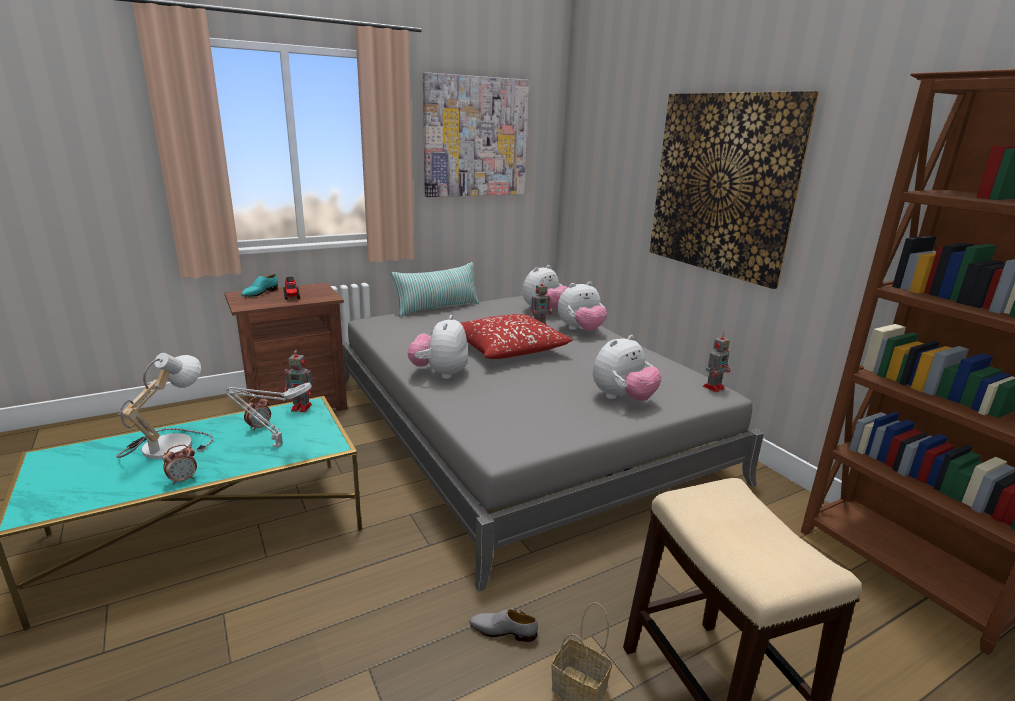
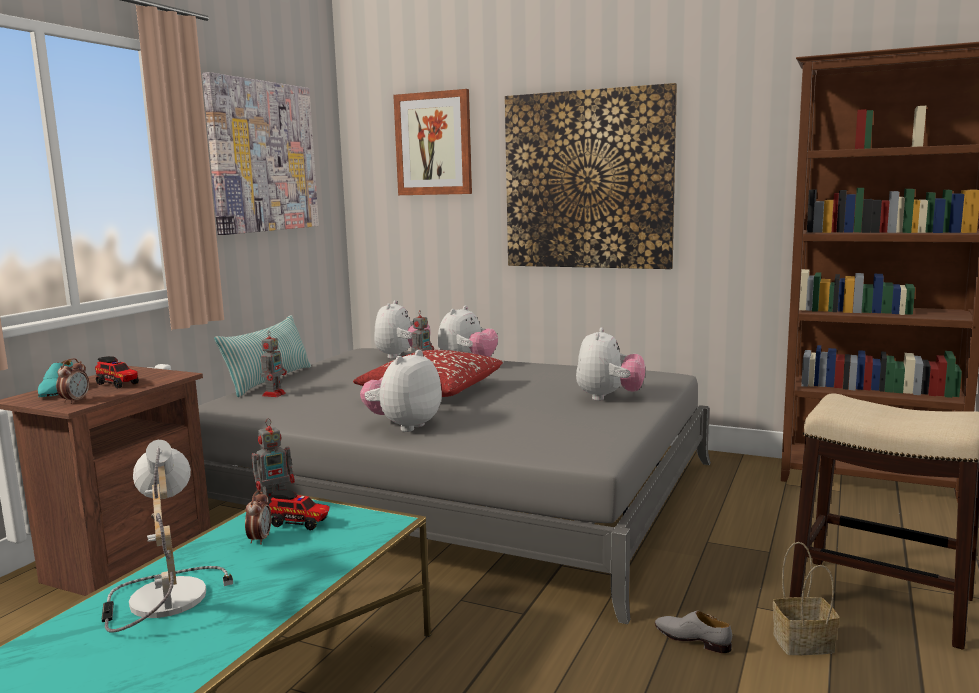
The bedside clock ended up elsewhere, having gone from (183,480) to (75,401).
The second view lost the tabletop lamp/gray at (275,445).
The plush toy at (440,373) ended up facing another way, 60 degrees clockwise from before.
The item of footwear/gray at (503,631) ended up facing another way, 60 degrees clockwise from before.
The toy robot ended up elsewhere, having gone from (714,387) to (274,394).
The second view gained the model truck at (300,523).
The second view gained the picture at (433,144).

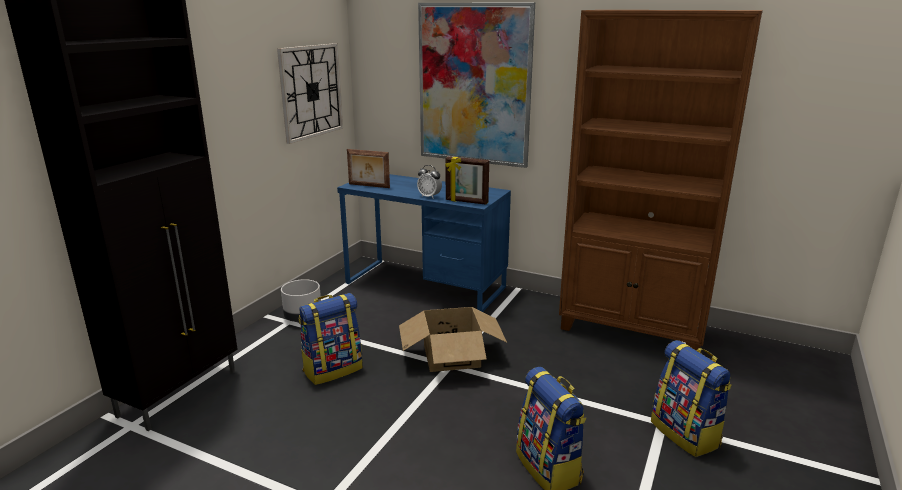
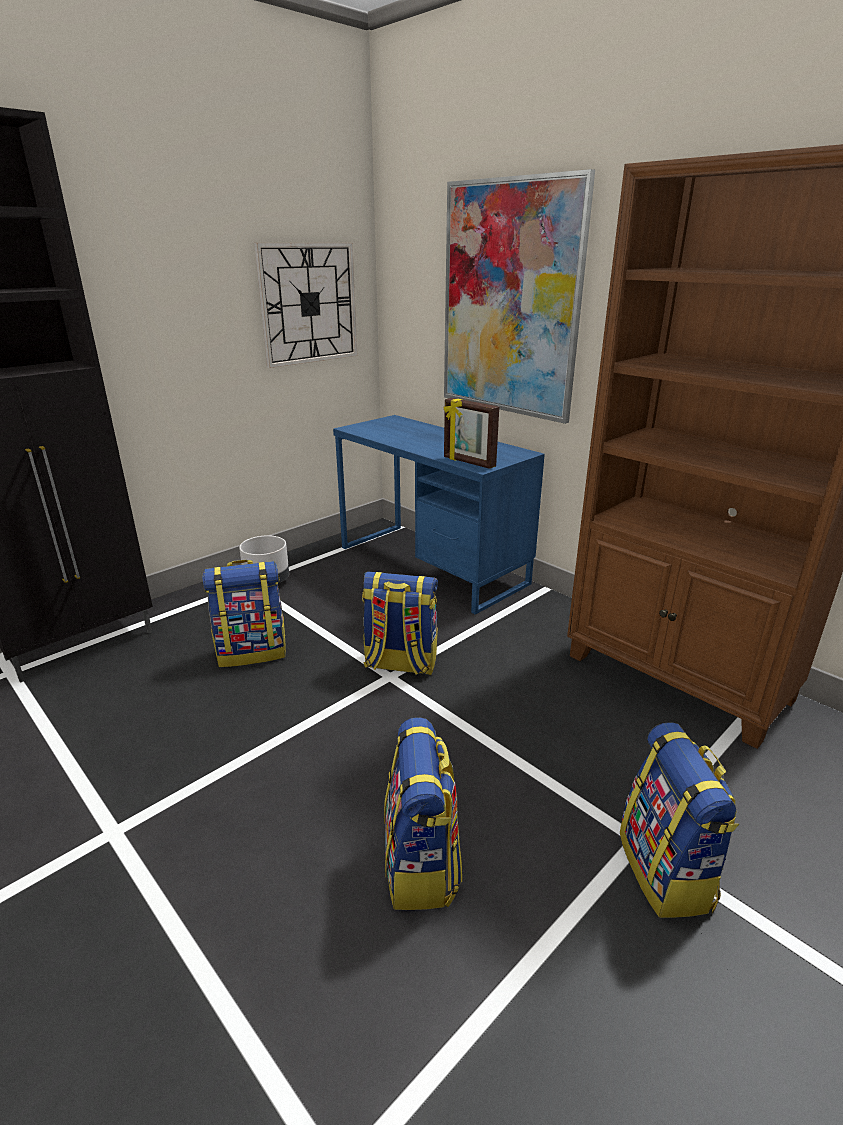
The second view lost the picture frame at (368,186).
Where the packing box stood at (451,356), the rucksack came to stand at (400,664).
The second view lost the bedside clock at (429,197).

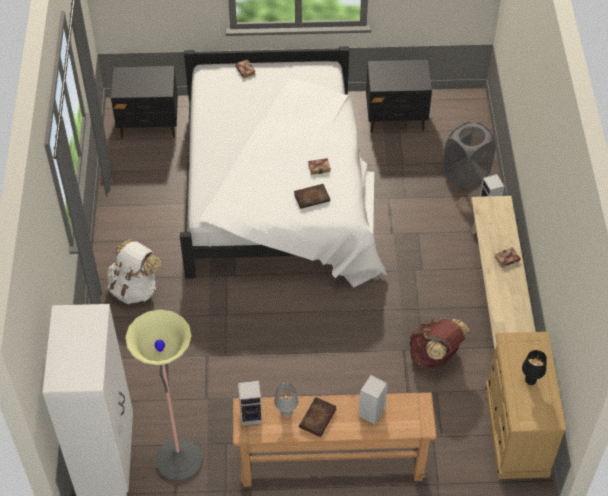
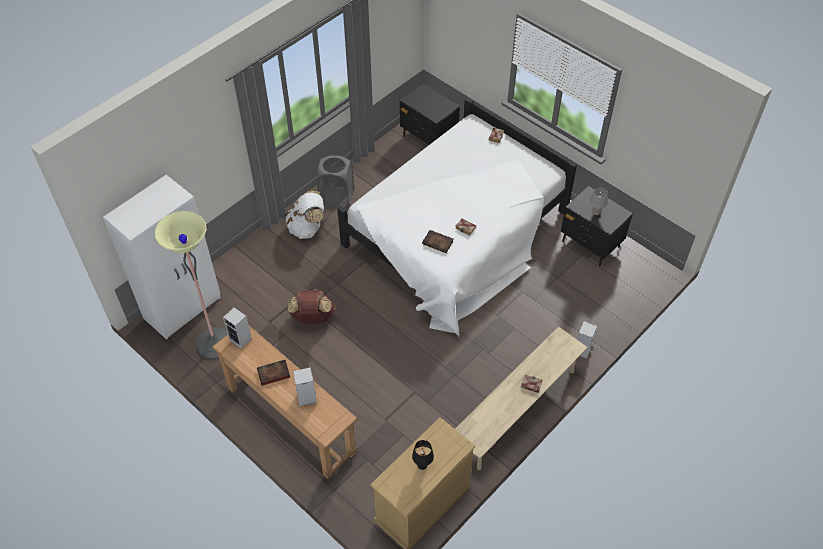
The tabletop lamp/gray ended up elsewhere, having gone from (286,413) to (595,212).
The rucksack/brown-coloured ended up elsewhere, having gone from (435,355) to (312,318).
The washing basket/gray ended up elsewhere, having gone from (465,174) to (336,197).

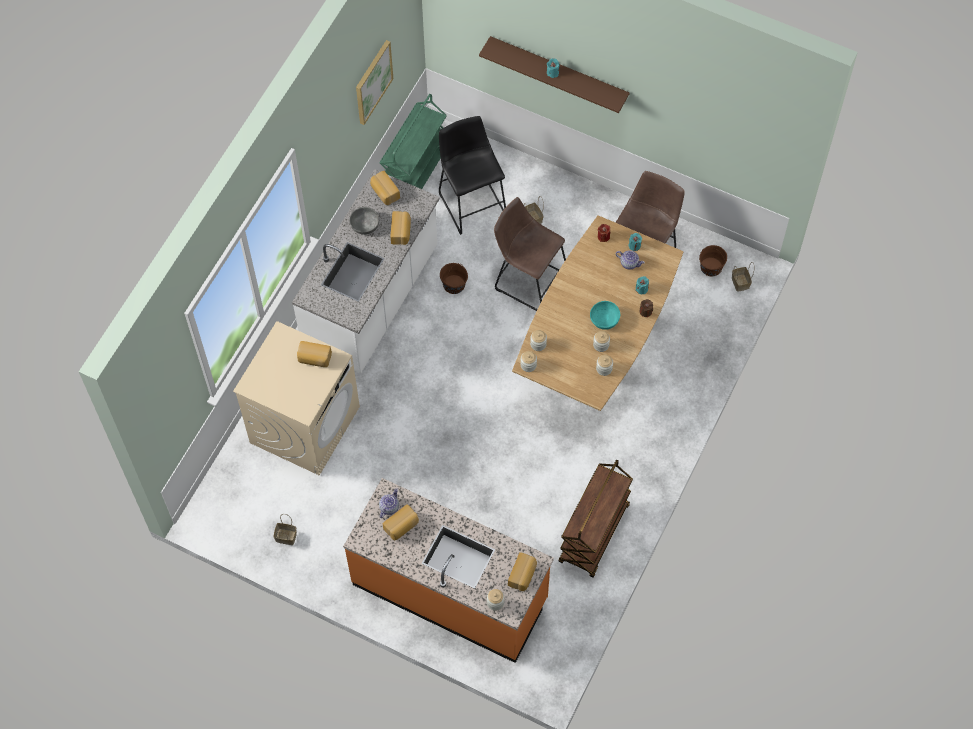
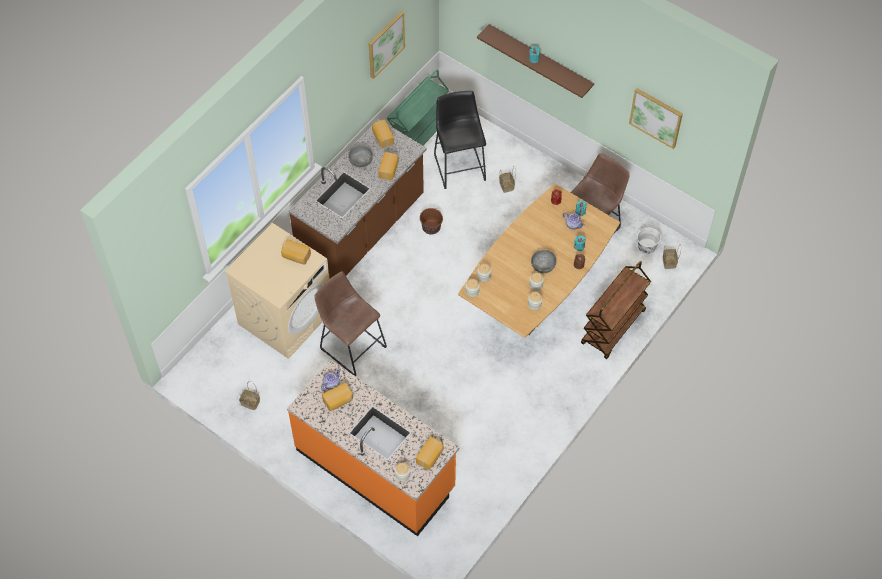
What was the kitchen counter/white at (373,301) turned into the kitchen counter/brown-coloured at (362,230).
The stool/brown-coloured ended up elsewhere, having gone from (528,279) to (351,345).
The trolley/brown-coloured ended up elsewhere, having gone from (594,534) to (613,328).
What was the serving bowl/blue-green at (604,319) turned into the serving bowl/gray at (543,265).
What was the water bucket/brown-coloured at (711,267) turned into the water bucket/white at (646,246).
The second view gained the picture at (656,117).

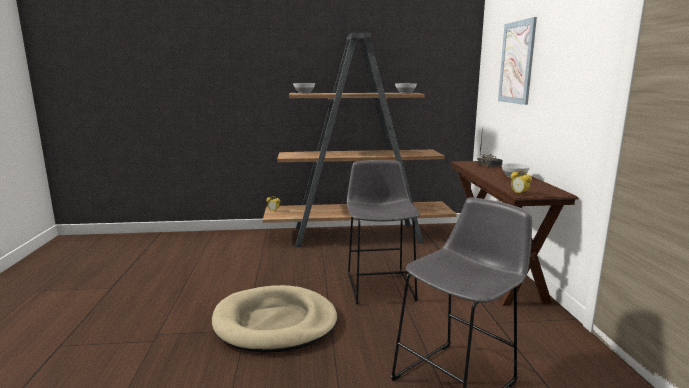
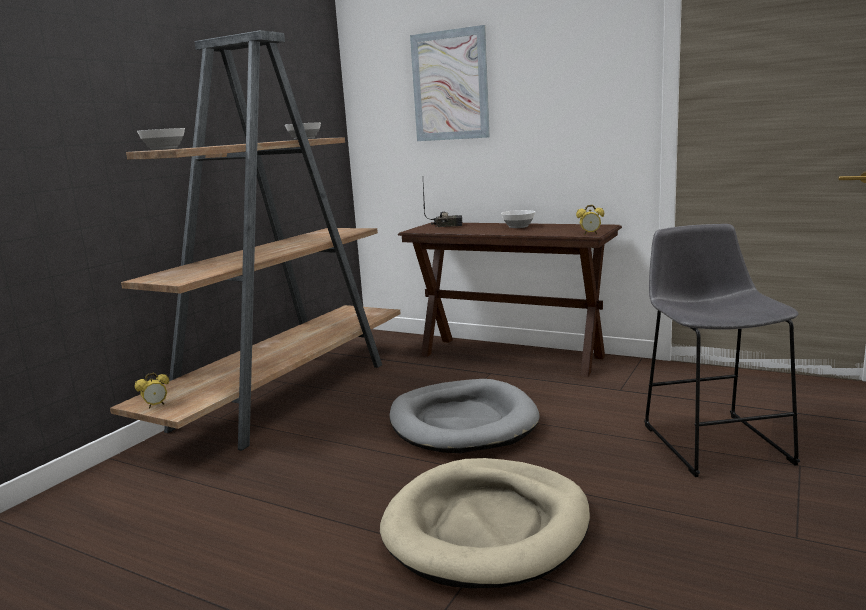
Where the stool/gray stood at (380,285), the dog bed/gray came to stand at (462,422).

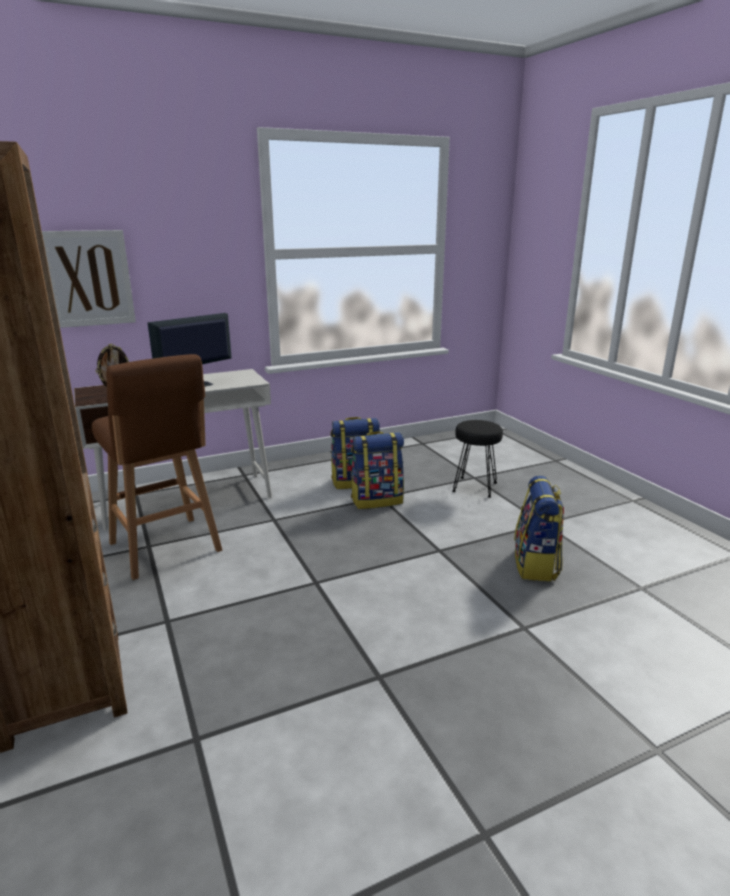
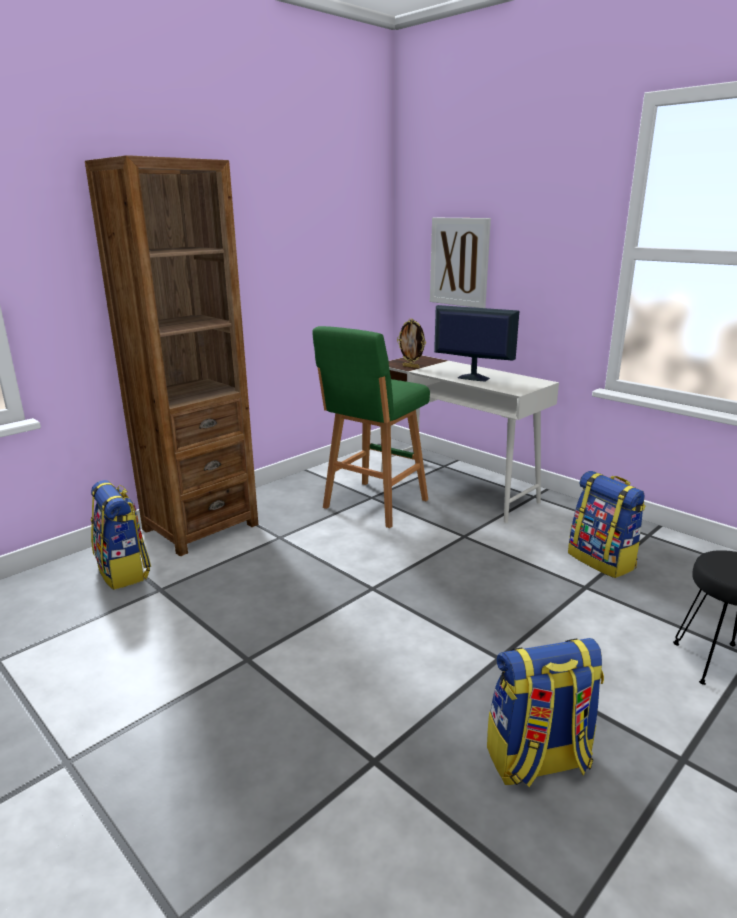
What was the stool/brown-coloured at (166,549) turned into the stool/green-coloured at (373,505).
The rucksack ended up elsewhere, having gone from (377,500) to (124,571).

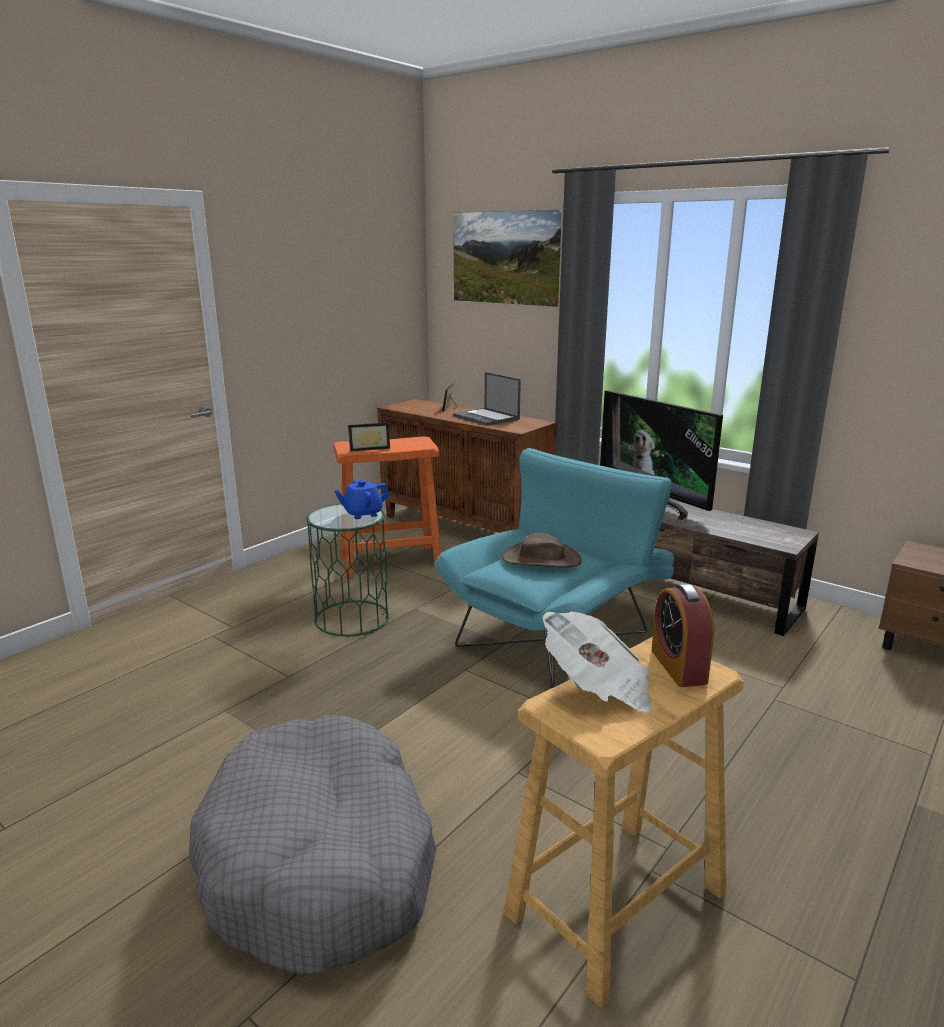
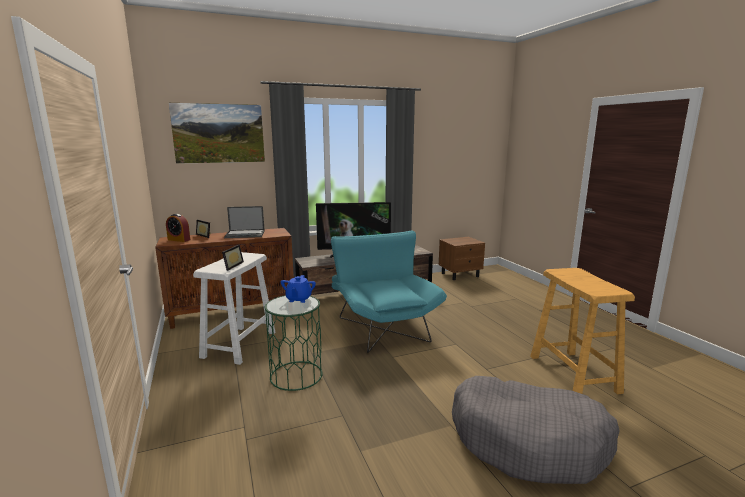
What was the stool/orangey at (391,561) turned into the stool/white at (240,344).
The second view lost the clothing hat/brown-coloured at (541,559).
The second view lost the newspaper at (598,687).
The bedside clock ended up elsewhere, having gone from (678,666) to (179,240).

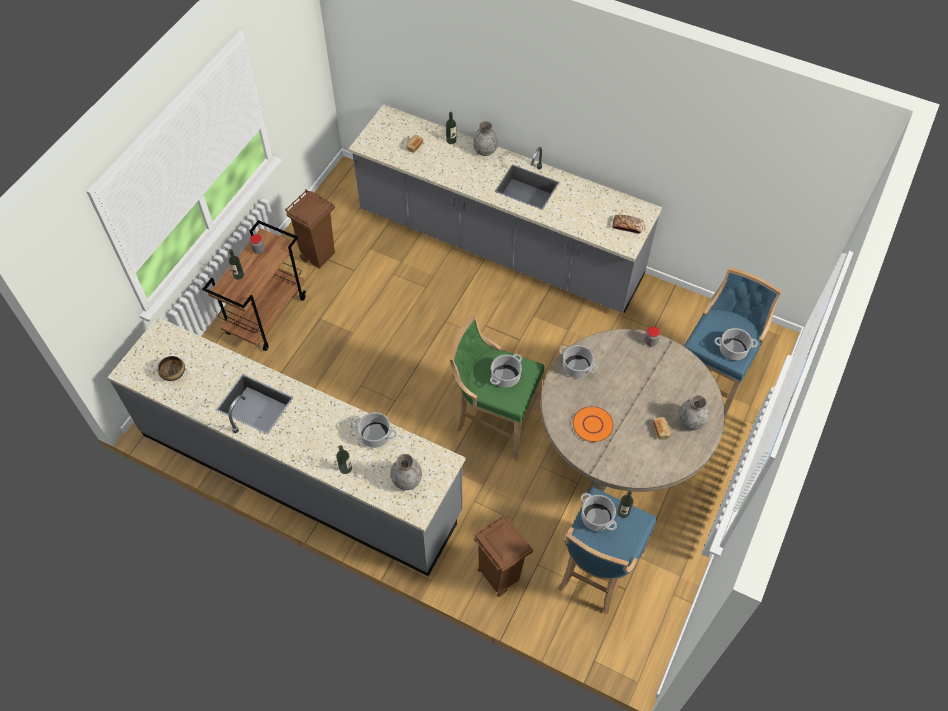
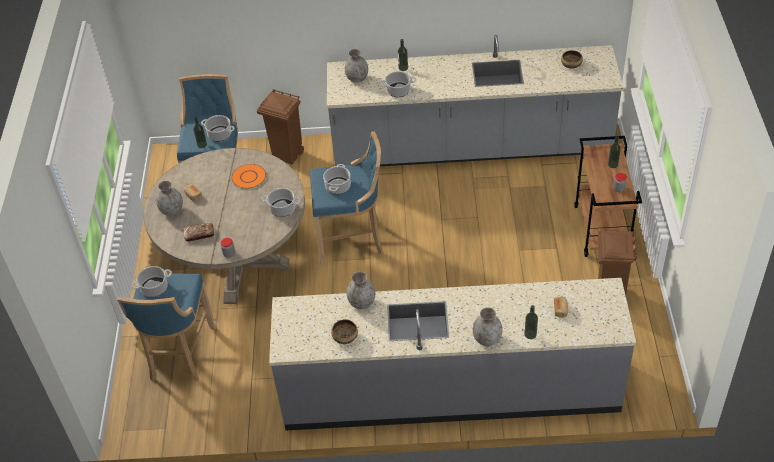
What was the stool/green-coloured at (494,421) turned into the stool/blue at (352,240).
The baked bread ended up elsewhere, having gone from (627,226) to (199,234).
The second view gained the serving bowl at (345,336).
The second view gained the flower vase/gray at (362,303).

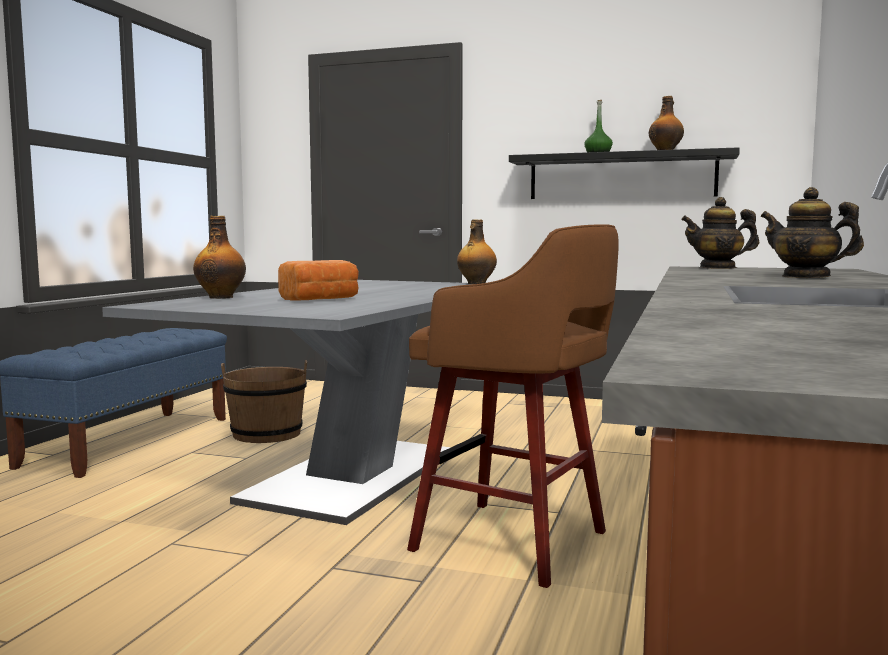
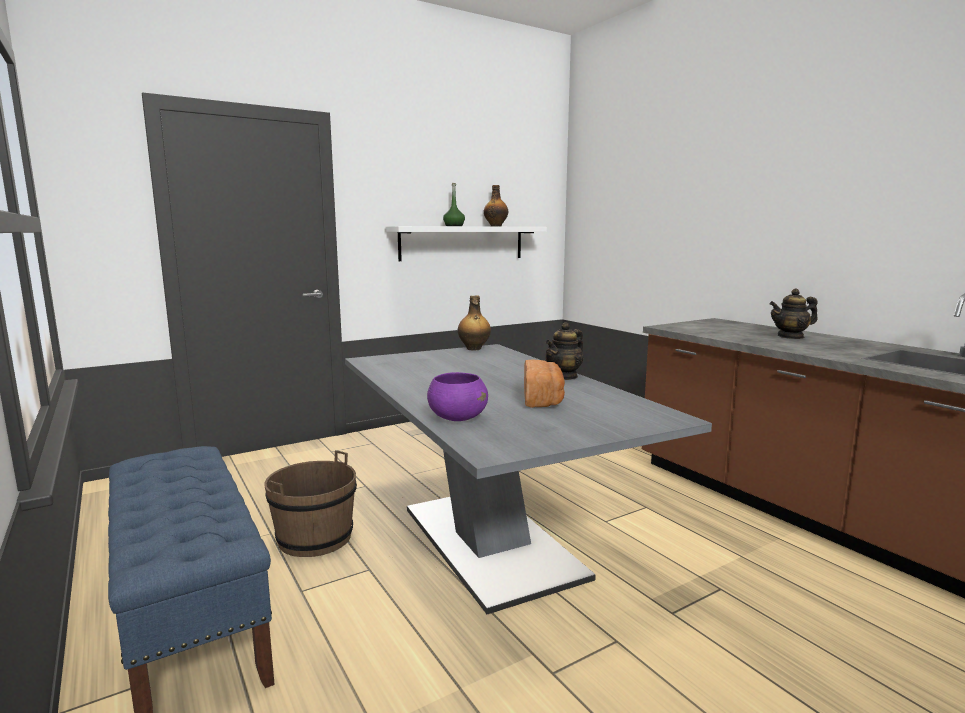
Where the beverage bottle stood at (221,297), the serving bowl/purple-coloured came to stand at (457,418).
The second view lost the stool/brown-coloured at (515,543).
What was the bracket shelf/black-coloured at (621,176) turned into the bracket shelf/white at (462,243).
The tea pot ended up elsewhere, having gone from (718,268) to (564,376).

